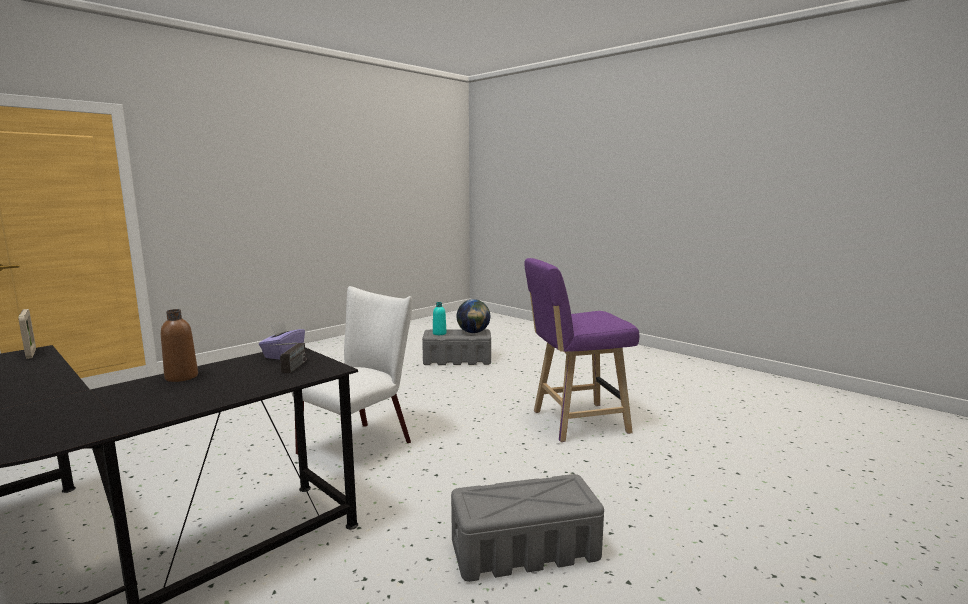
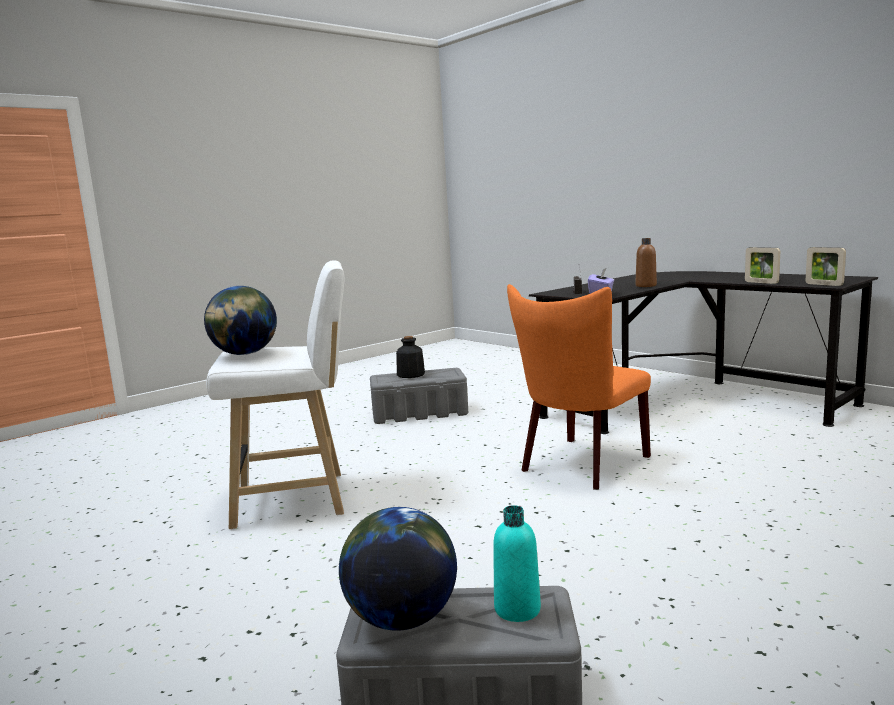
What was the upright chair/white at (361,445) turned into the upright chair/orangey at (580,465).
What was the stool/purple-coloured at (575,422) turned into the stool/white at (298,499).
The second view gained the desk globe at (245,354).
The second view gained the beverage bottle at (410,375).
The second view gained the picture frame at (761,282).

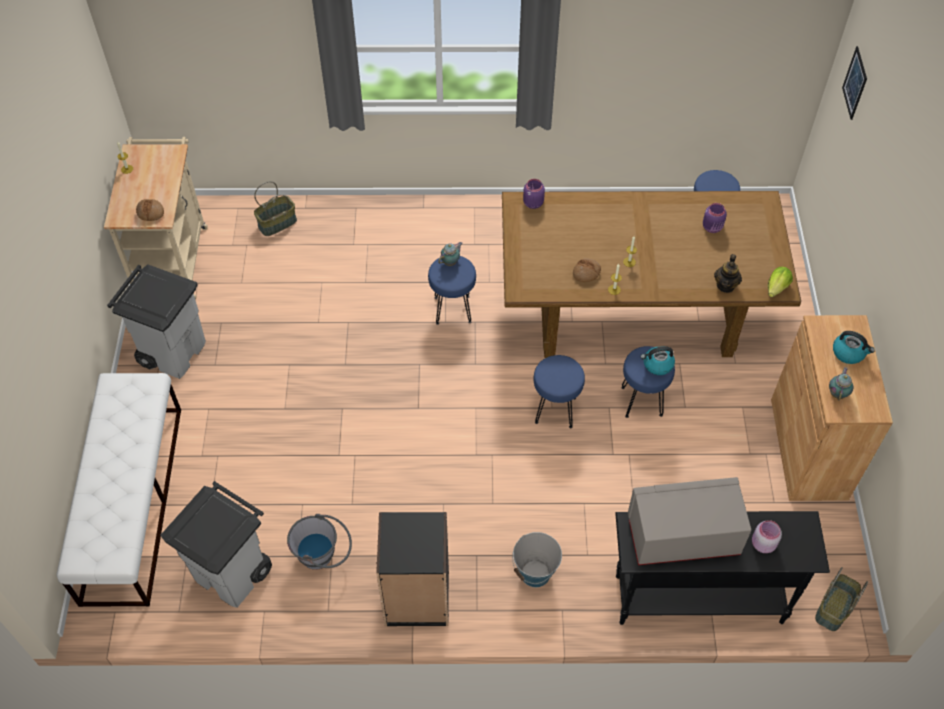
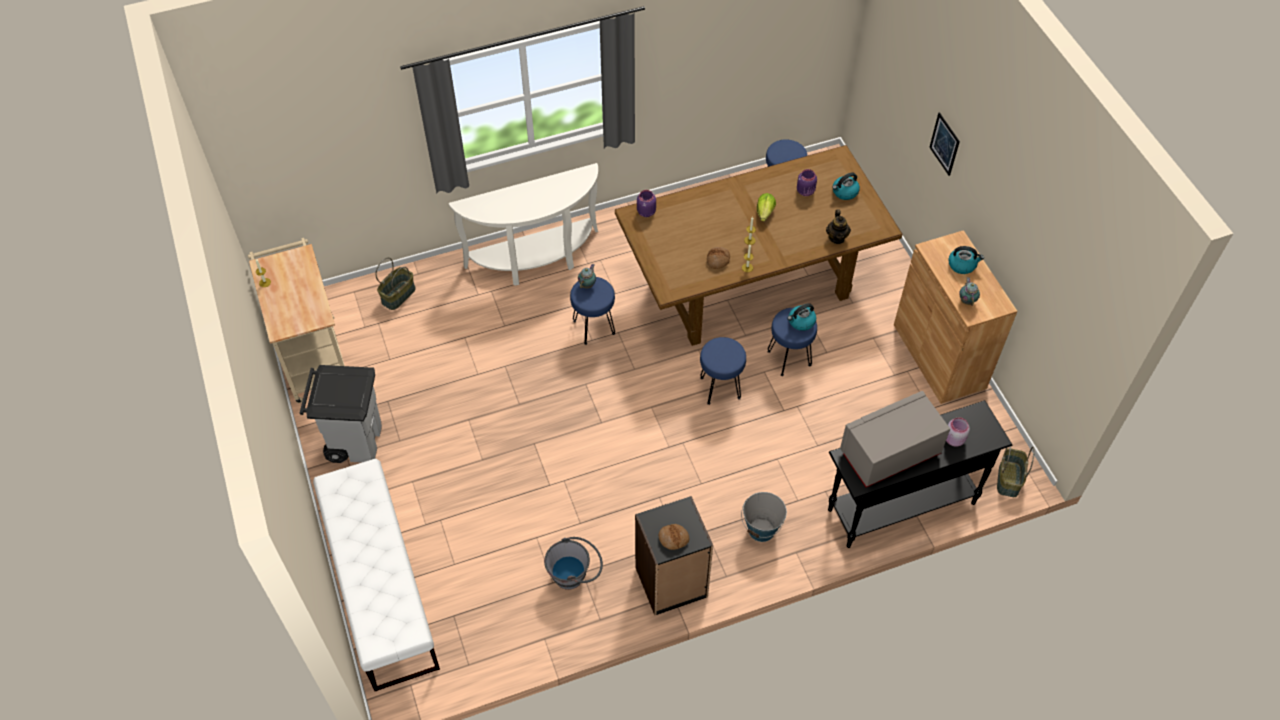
The baked bread ended up elsewhere, having gone from (150,212) to (673,538).
The second view lost the waste bin/gray at (233,573).
The lettuce head ended up elsewhere, having gone from (777,288) to (765,213).
The picture ended up elsewhere, having gone from (855,83) to (944,144).
The second view gained the narrow table/white at (536,261).
The second view gained the water kettle at (844,192).

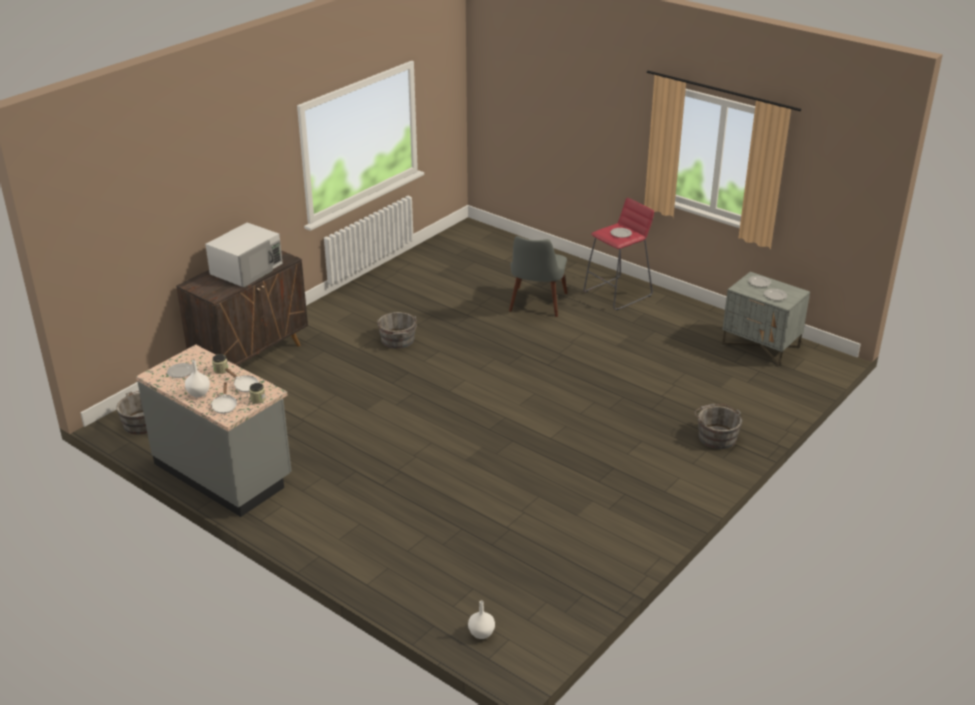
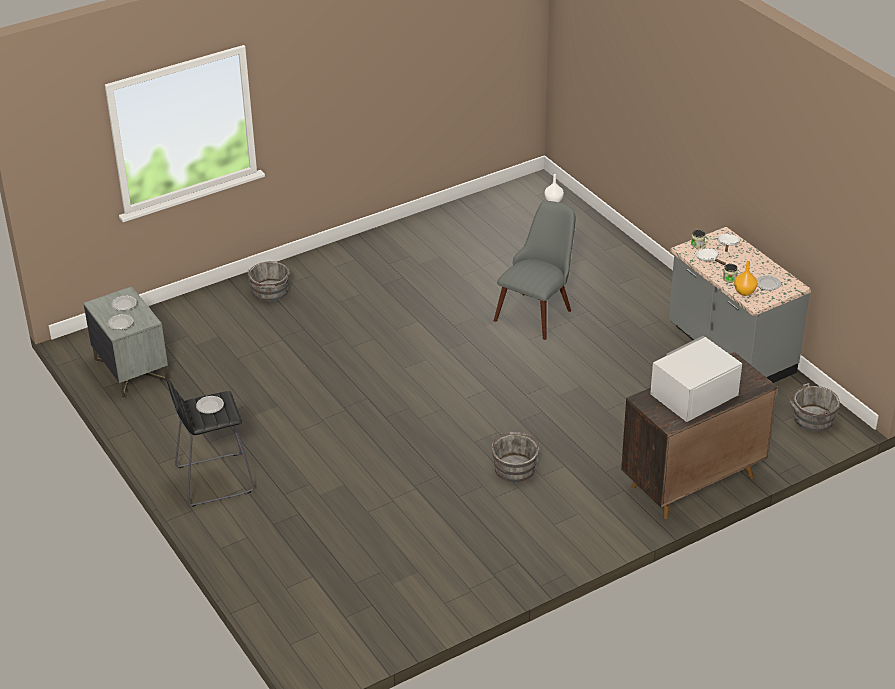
The second view lost the flower vase/white at (198,393).
The upright chair/gray ended up elsewhere, having gone from (536,306) to (538,310).
What was the stool/red-coloured at (618,293) turned into the stool/black-coloured at (213,479).
The second view gained the flower vase/orangey at (744,291).

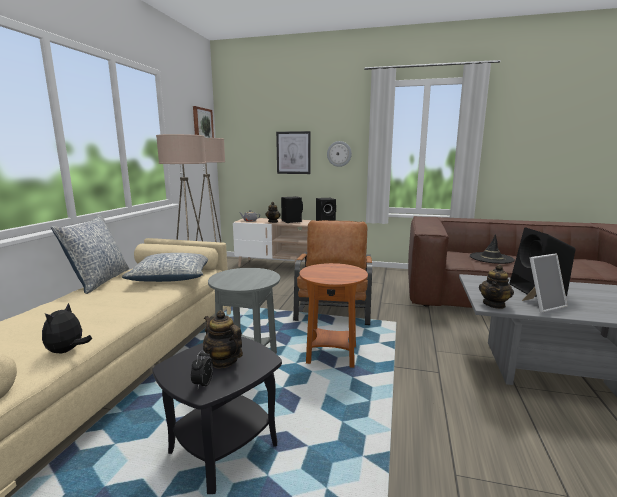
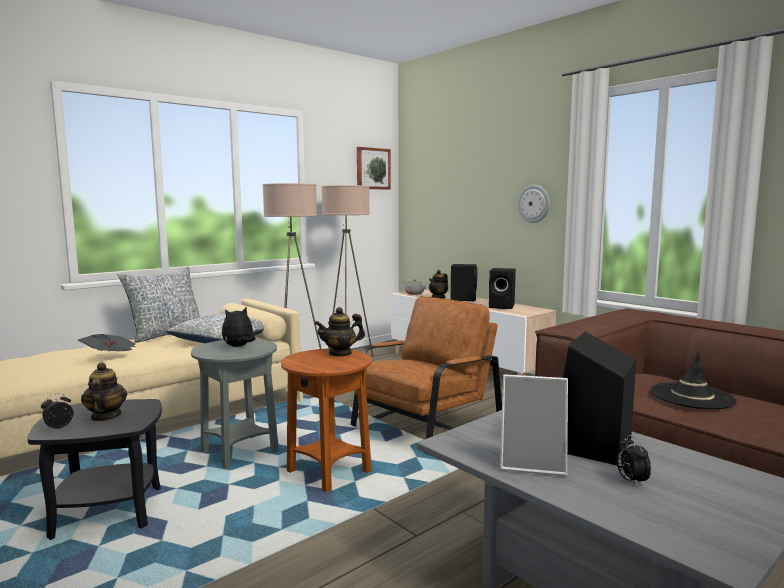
The plush toy ended up elsewhere, having gone from (67,351) to (239,347).
The second view lost the picture at (293,153).
The tea pot ended up elsewhere, having gone from (494,304) to (340,353).
The second view gained the newspaper at (111,357).
The second view gained the bedside clock at (631,481).

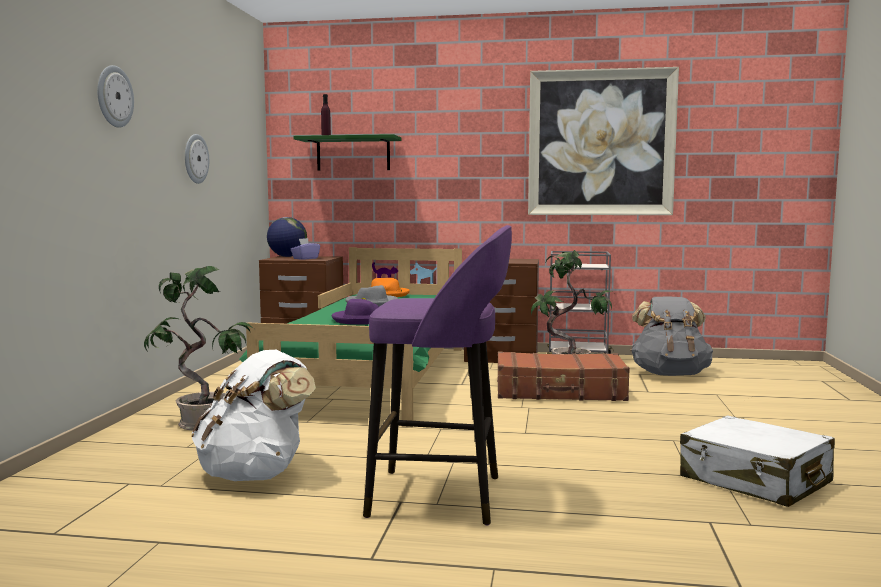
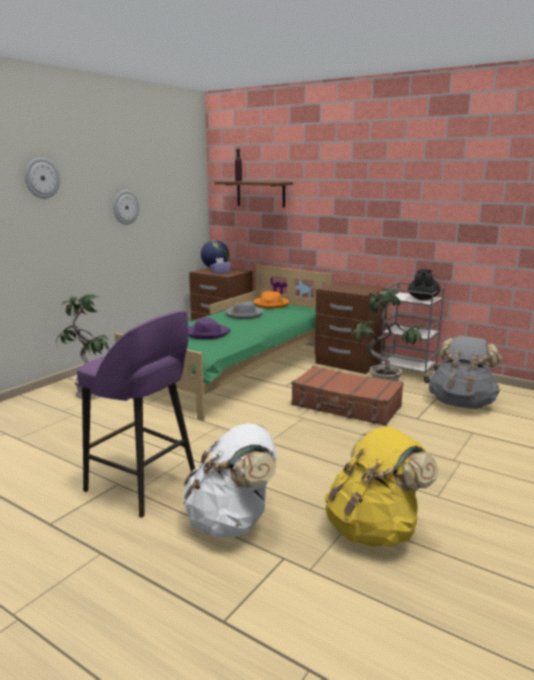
The rucksack/white ended up elsewhere, having gone from (256,473) to (232,522).
What was the bracket shelf/green-coloured at (353,154) turned into the bracket shelf/brown-coloured at (260,194).
The second view lost the picture at (601,143).
Where the suitcase/white stood at (755,480), the rucksack/yellow came to stand at (374,529).
The second view gained the tea pot/black-coloured at (423,298).

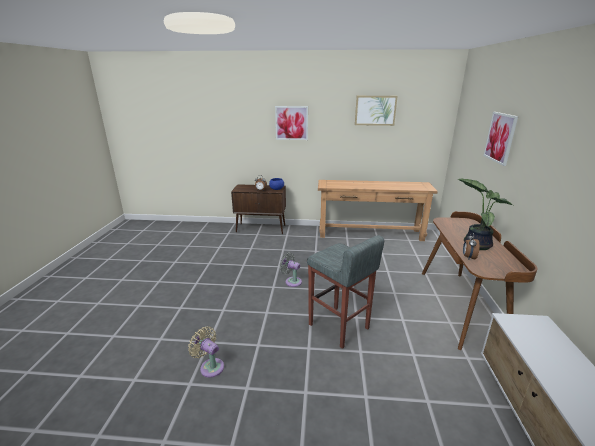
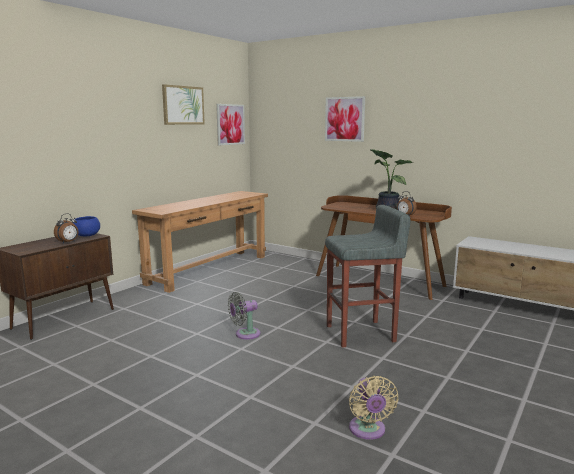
The cooling fan/beige-coloured at (210,366) ended up facing another way, 75 degrees counterclockwise from before.
The picture ended up elsewhere, having gone from (291,123) to (230,124).

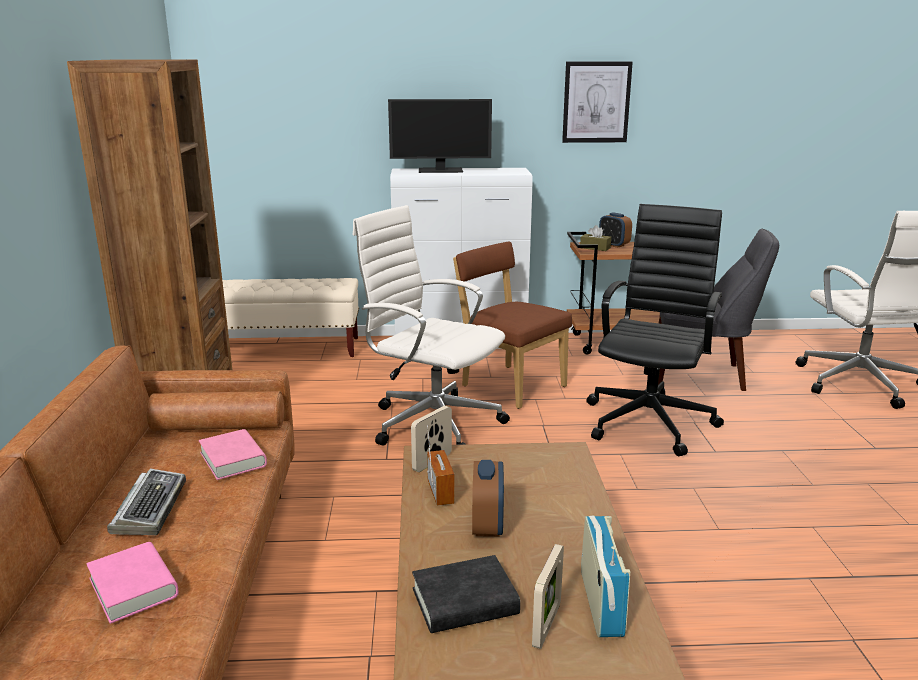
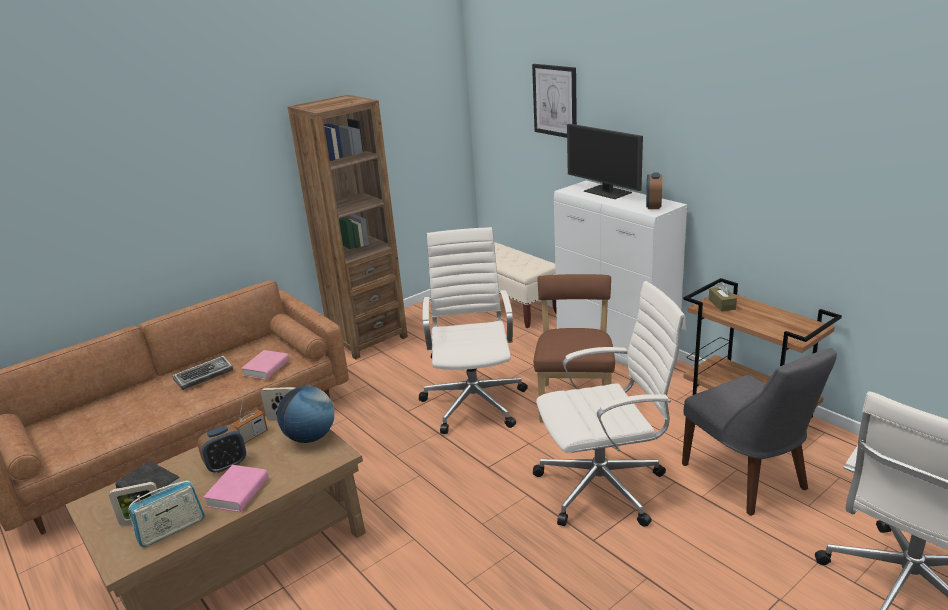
The bound book/pink-coloured ended up elsewhere, having gone from (133,587) to (238,492).
The picture ended up elsewhere, having gone from (596,102) to (555,100).
What was the office chair/black-coloured at (650,421) turned into the office chair/white at (605,487).
The bedside clock ended up elsewhere, having gone from (614,245) to (653,206).
The second view gained the desk globe at (310,437).

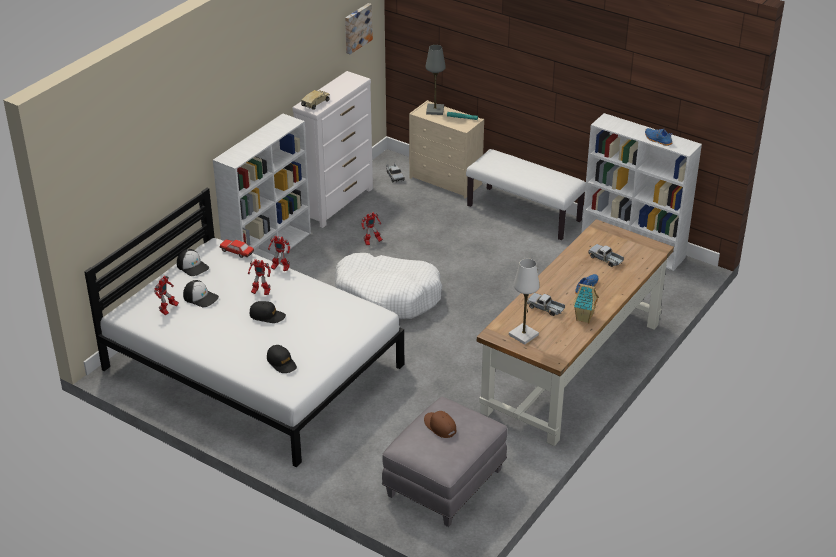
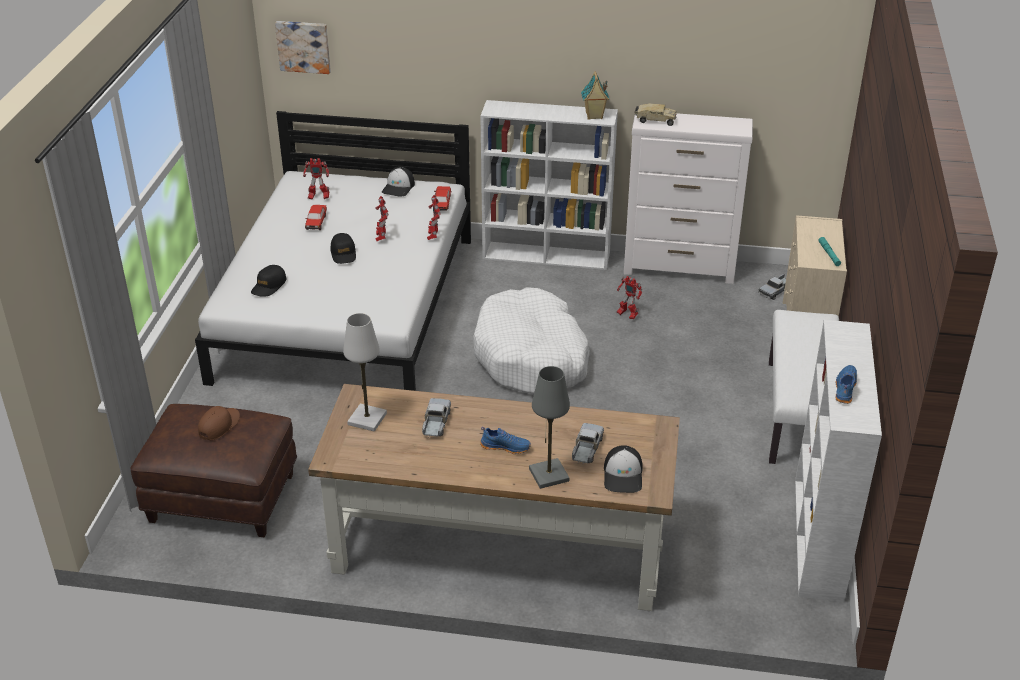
The baseball cap ended up elsewhere, having gone from (201,297) to (623,475).
The picture ended up elsewhere, having gone from (357,28) to (303,46).
What was the footrest/gray at (444,482) turned into the footrest/brown-coloured at (224,497).
The tabletop lamp/gray ended up elsewhere, having gone from (435,110) to (549,475).
The miniature house ended up elsewhere, having gone from (584,318) to (594,116).
The second view gained the model car at (316,222).

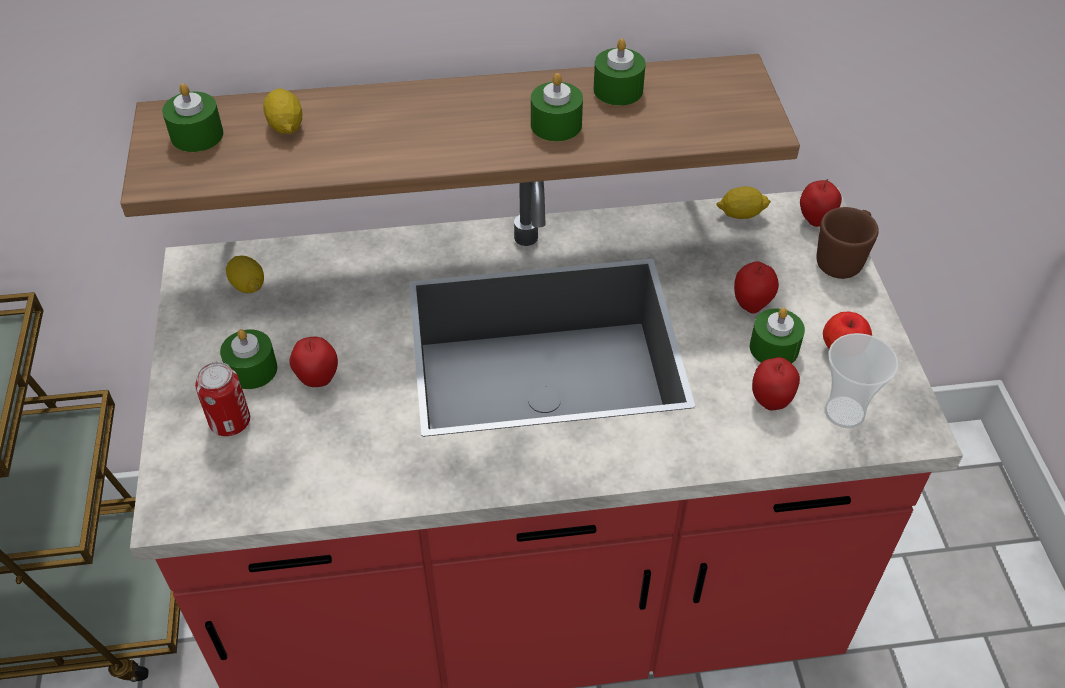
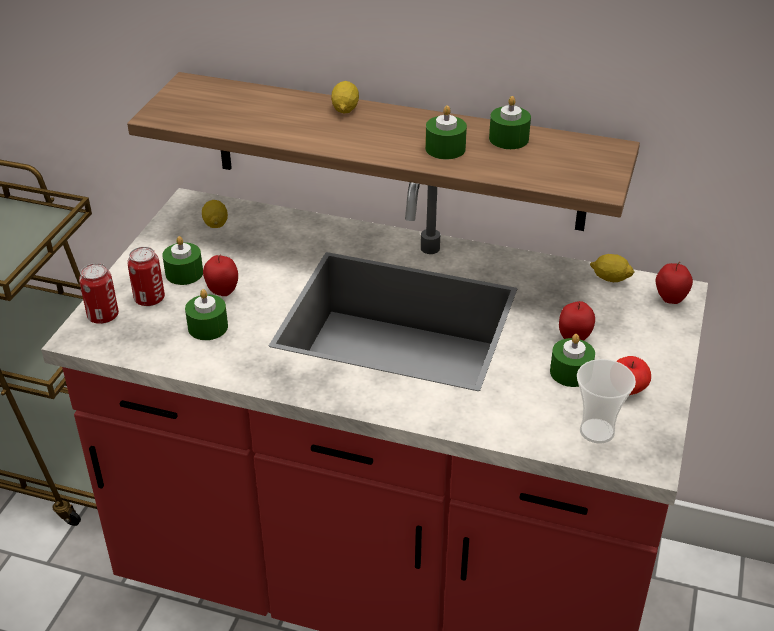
The wax light/green-coloured ended up elsewhere, having gone from (197,135) to (208,327).
The whole lemon ended up elsewhere, having gone from (286,125) to (345,109).
The second view lost the whole apple at (770,401).
The second view lost the mug/brown-coloured at (842,260).
The second view gained the sealed can at (103,316).

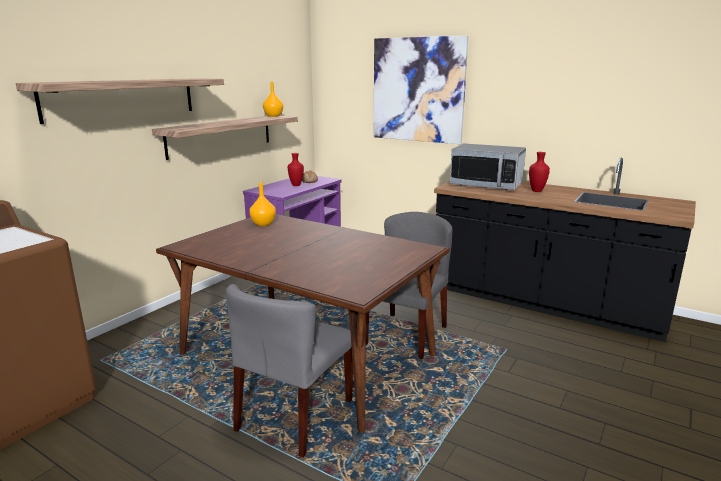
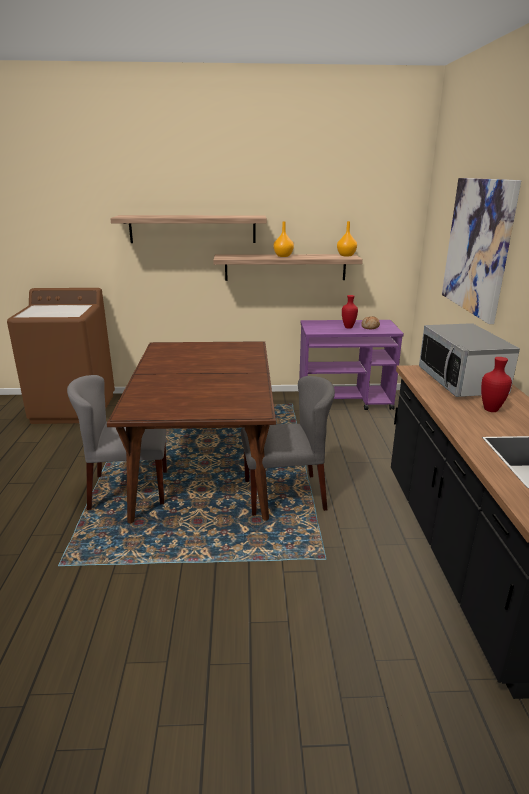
The flower vase/orangey ended up elsewhere, having gone from (262,224) to (283,256).

